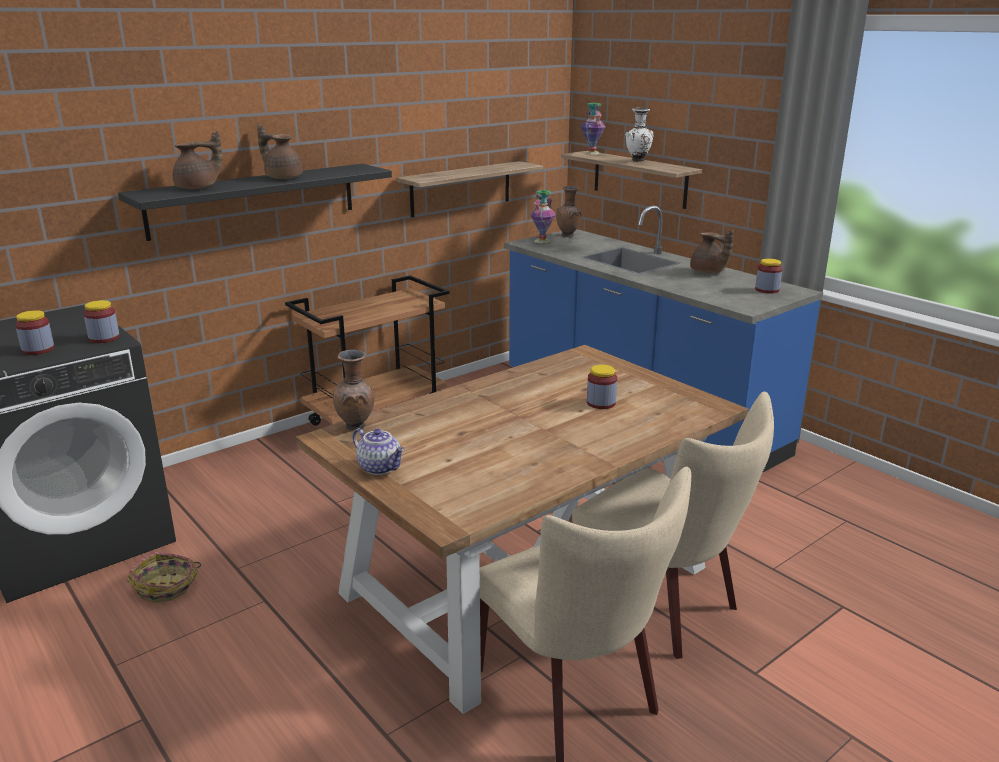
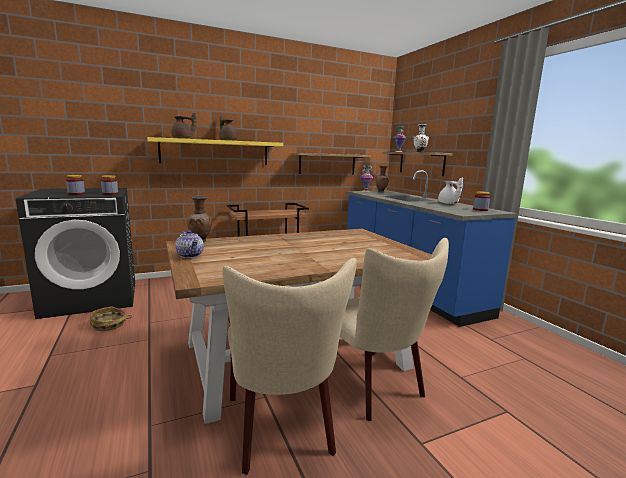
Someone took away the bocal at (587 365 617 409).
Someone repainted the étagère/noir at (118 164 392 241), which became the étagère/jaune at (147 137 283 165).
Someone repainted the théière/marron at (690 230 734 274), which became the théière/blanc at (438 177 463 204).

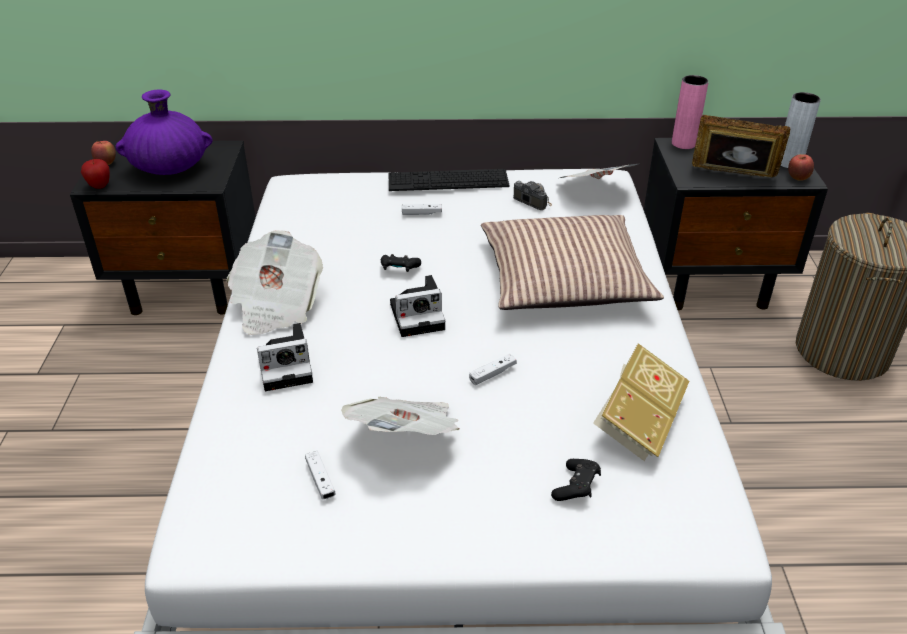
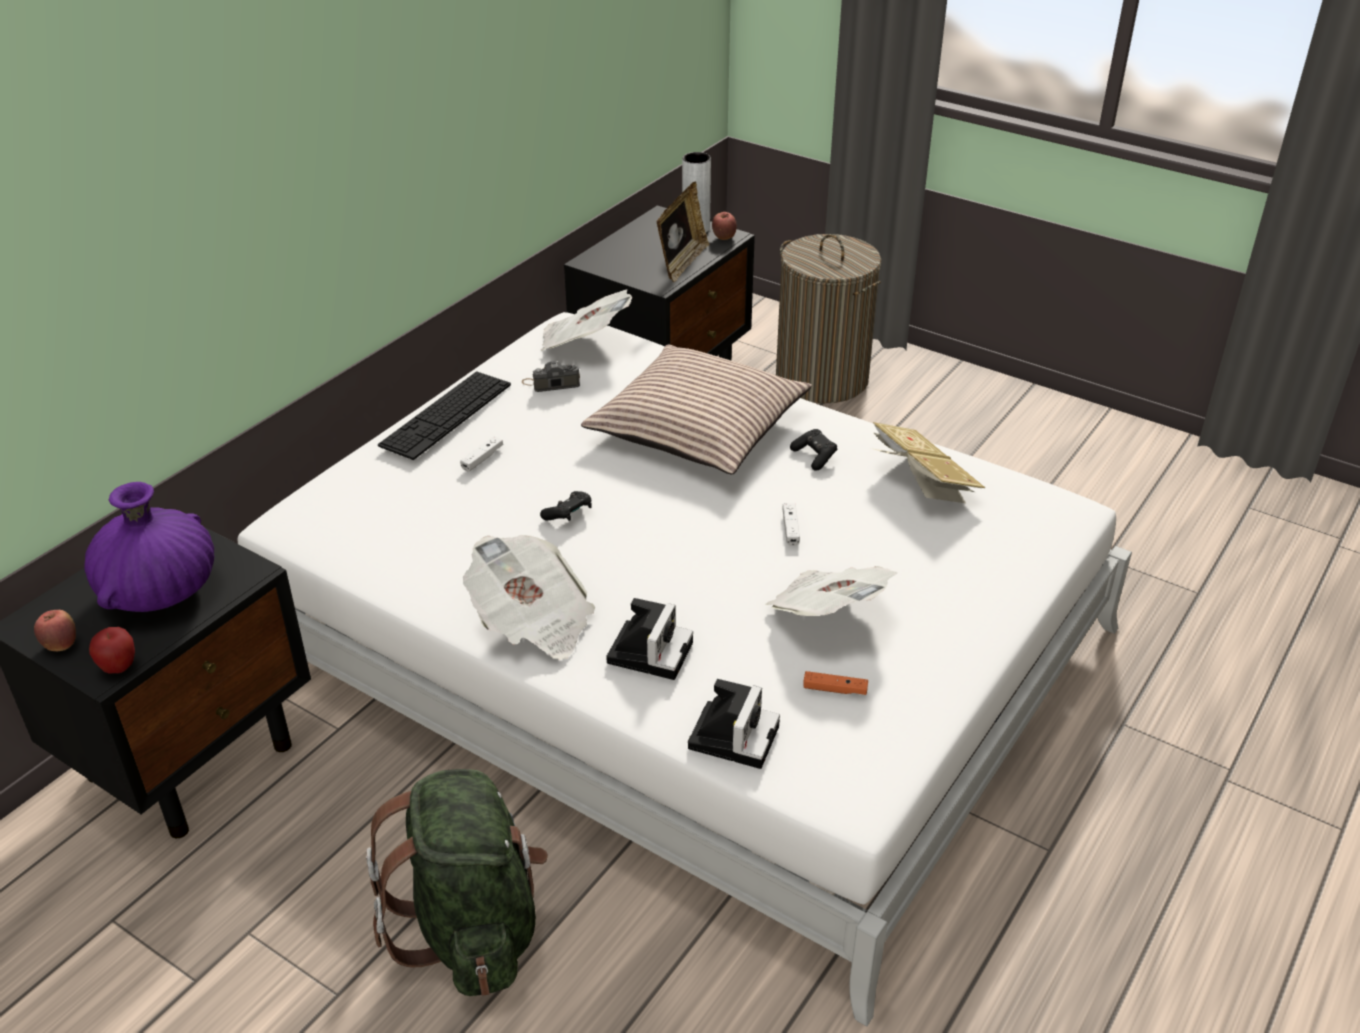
Someone took away the vase/rose at (672 75 709 149).
Someone put down the sac à dos/vert at (366 769 548 996).
Someone carried the appareil photo from (390 275 445 337) to (688 679 780 769).
Someone carried the manette/noir from (551 459 601 501) to (790 429 837 471).
Someone repainted the manette/blanc at (305 451 336 499), which became the manette/orange at (804 671 868 695).
Someone rotated the cadre photo at (692 115 790 178) by 150 degrees clockwise.

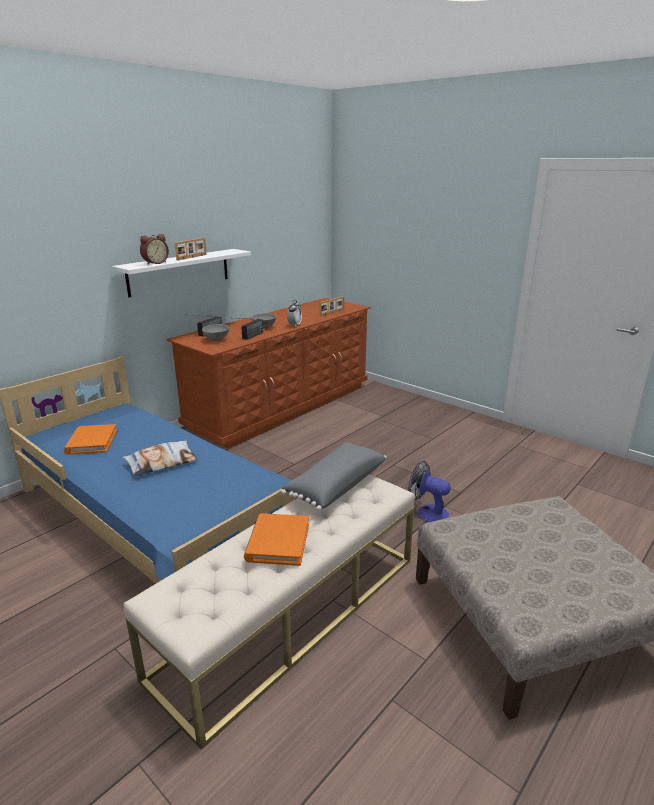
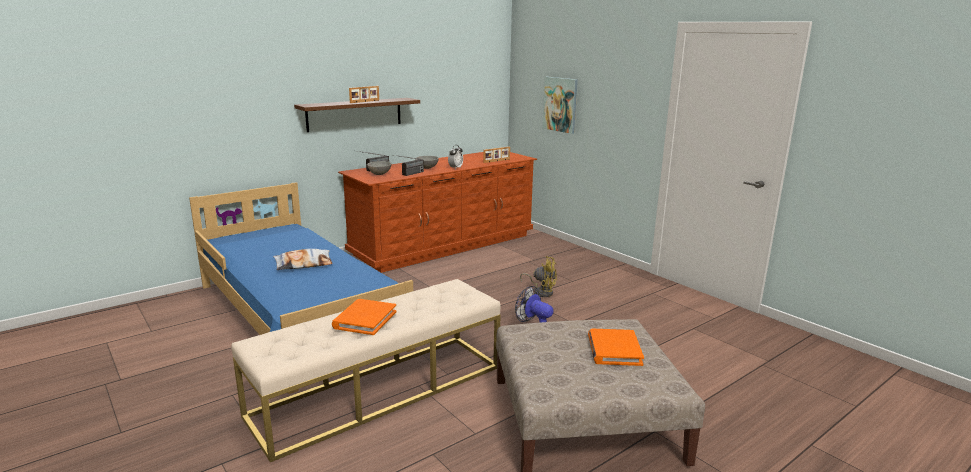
Someone took away the réveil at (140 234 169 265).
Someone took away the coussin/gris at (281 442 387 511).
Someone put down the ventilateur/jaune at (520 256 557 297).
Someone put up the tableau at (543 77 578 134).
Someone carried the livre/orange from (64 424 117 455) to (588 328 644 366).
Someone repainted the étagère/blanc at (112 249 251 297), which became the étagère/marron at (294 98 420 132).

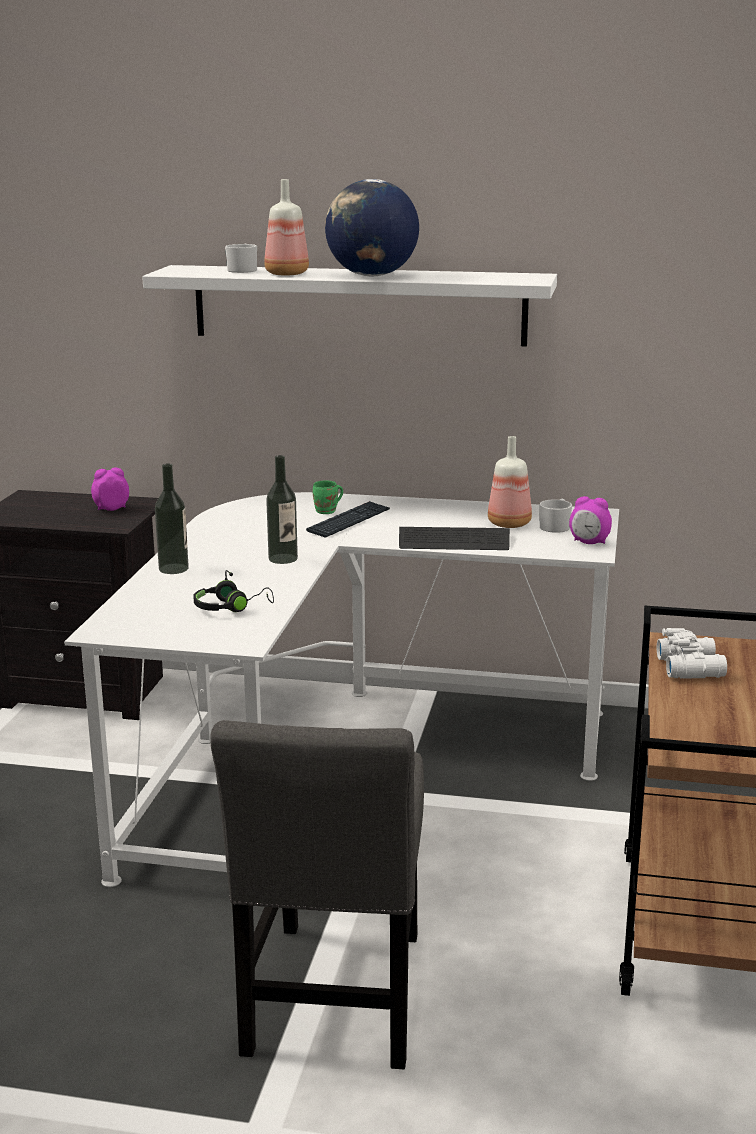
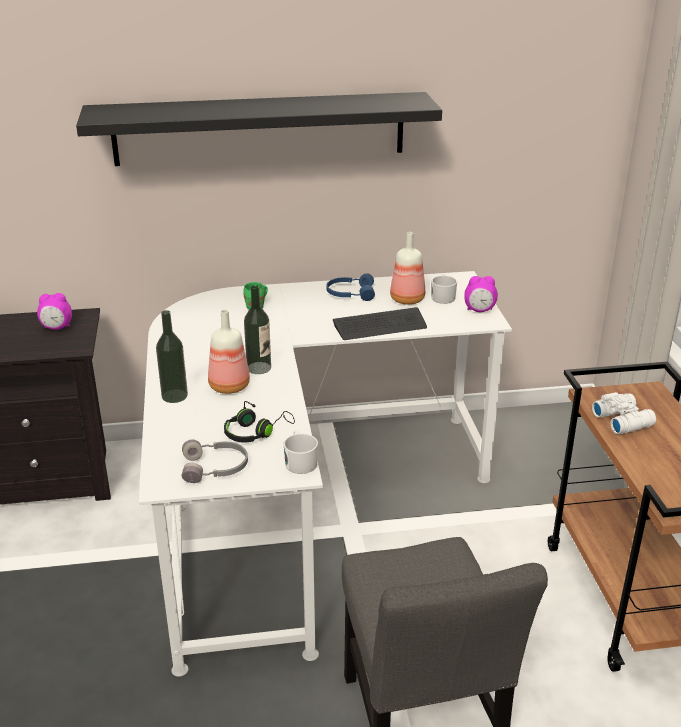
Someone took away the clavier at (306 501 390 538).
Someone took away the globe at (325 179 419 276).
Someone put down the casque audio/gris at (182 439 248 483).
Someone put down the casque audio/bleu at (326 273 375 301).
Someone carried the mug/blanc from (225 244 257 273) to (283 430 318 474).
Someone carried the bouteille from (264 179 309 276) to (208 310 250 394).
Someone repainted the étagère/blanc at (142 265 557 347), which became the étagère/noir at (76 92 442 166).
Someone rotated the réveil at (91 467 129 511) by 150 degrees counterclockwise.

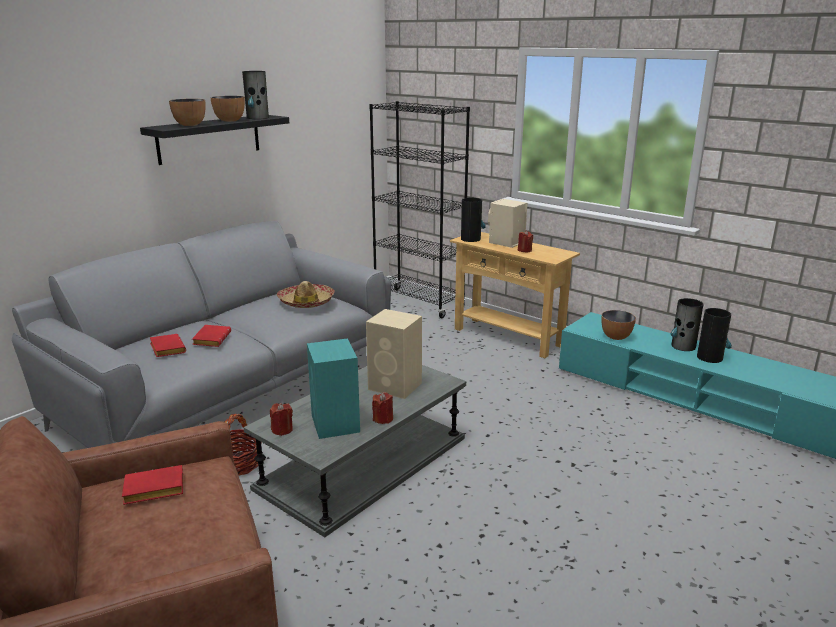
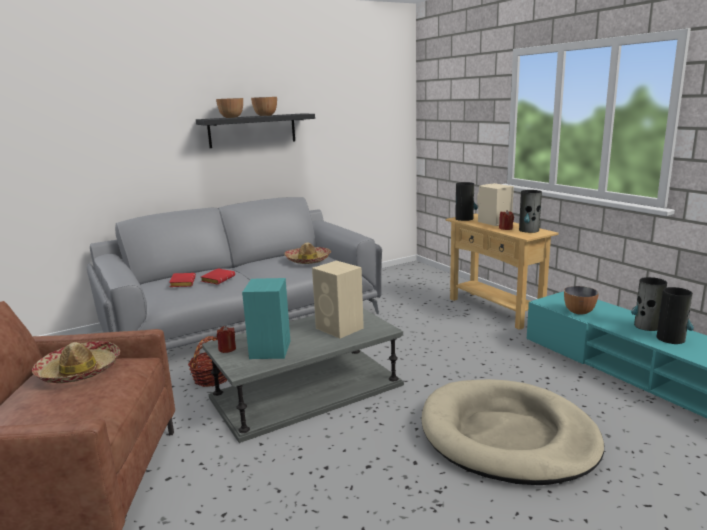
Someone took away the bibliothèque/noir at (369 101 470 318).
Someone took away the bougie/rouge at (372 392 393 424).
Someone put down the panier pour chien/beige at (422 379 604 485).
Someone carried the vase from (242 71 269 119) to (519 190 542 233).
Someone swapped the livre/rouge at (122 465 183 505) for the chapeau at (32 341 120 383).

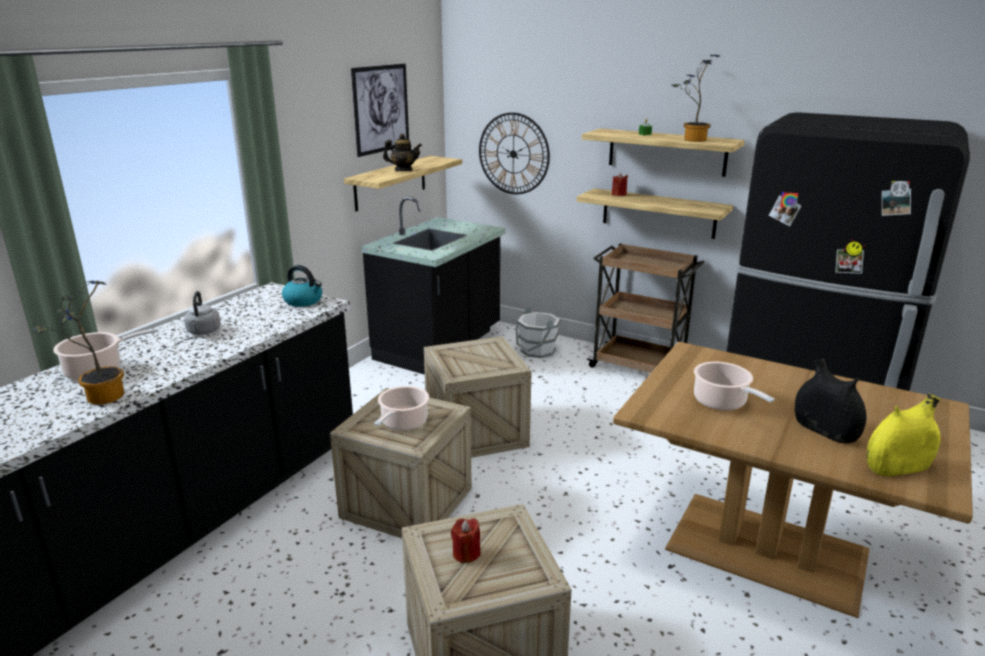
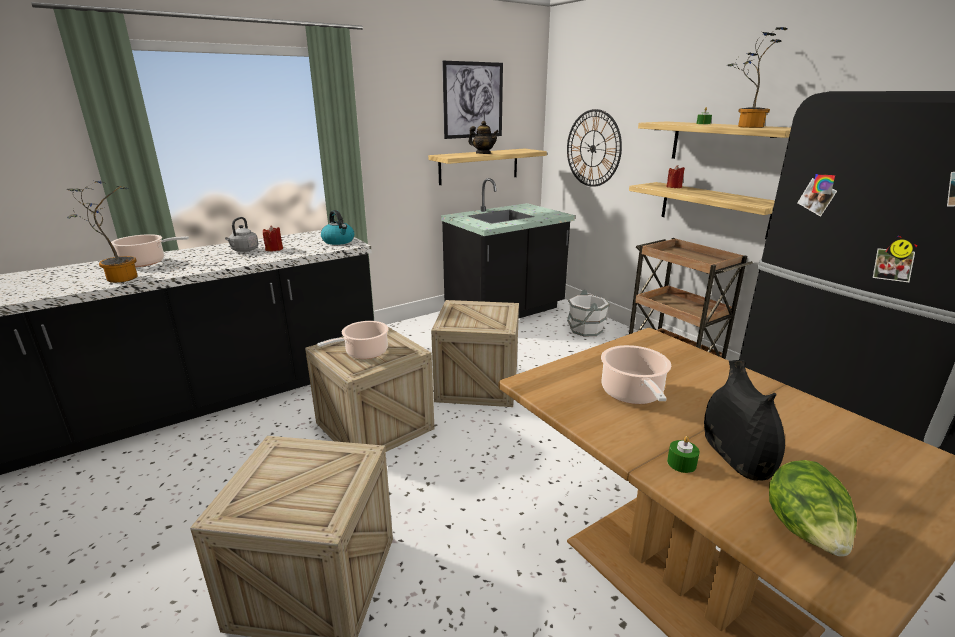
Someone put down the bougie/vert at (667 436 700 473).
Someone carried the bougie/rouge from (451 518 481 563) to (263 225 283 251).
Someone swapped the vase/jaune at (867 393 941 476) for the laitue at (769 460 857 557).

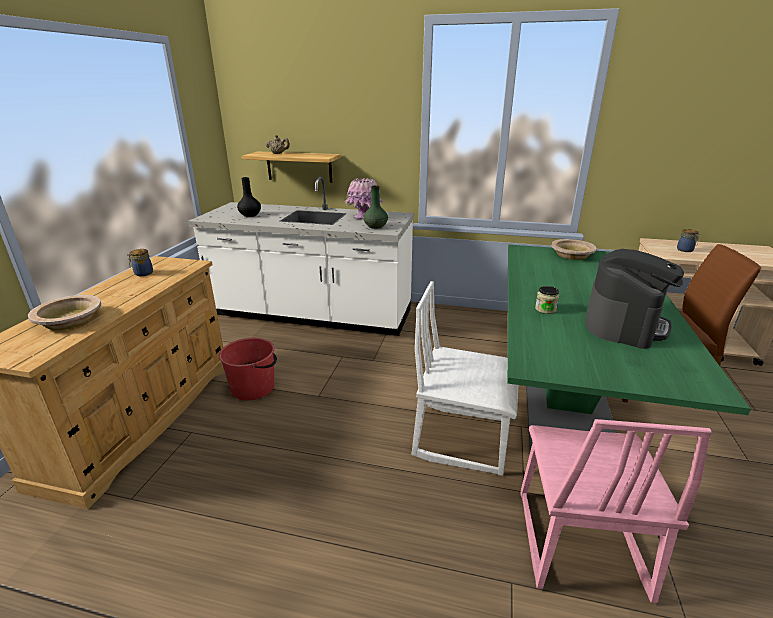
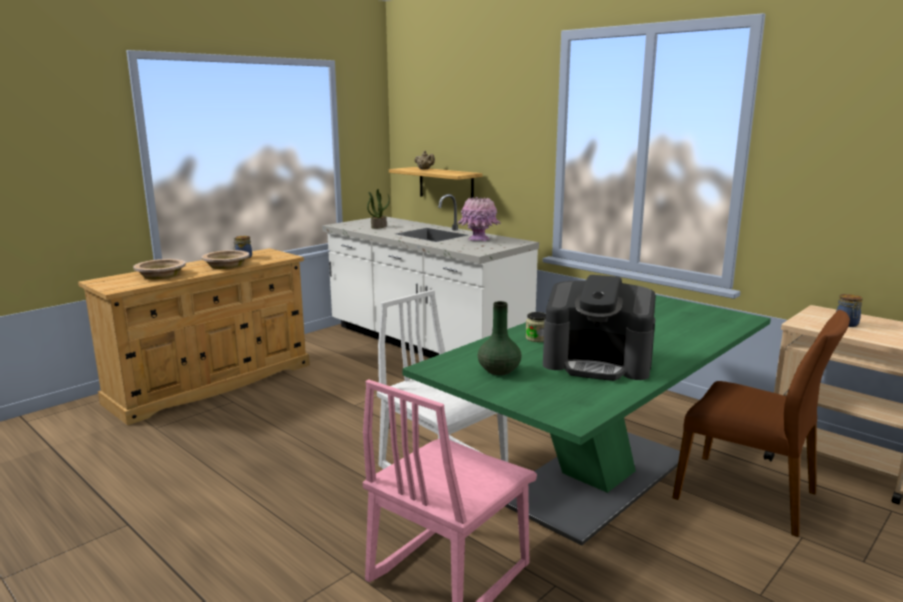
Someone took away the seau/rouge at (219 337 277 400).
Someone carried the vase/vert from (363 185 388 229) to (478 301 522 375).
Someone carried the bol/beige from (551 239 597 260) to (202 250 249 269).
Someone swapped the vase/noir at (237 177 261 217) for the plante en pot at (367 189 390 229).
Someone rotated the machine à café at (585 249 684 349) by 45 degrees clockwise.

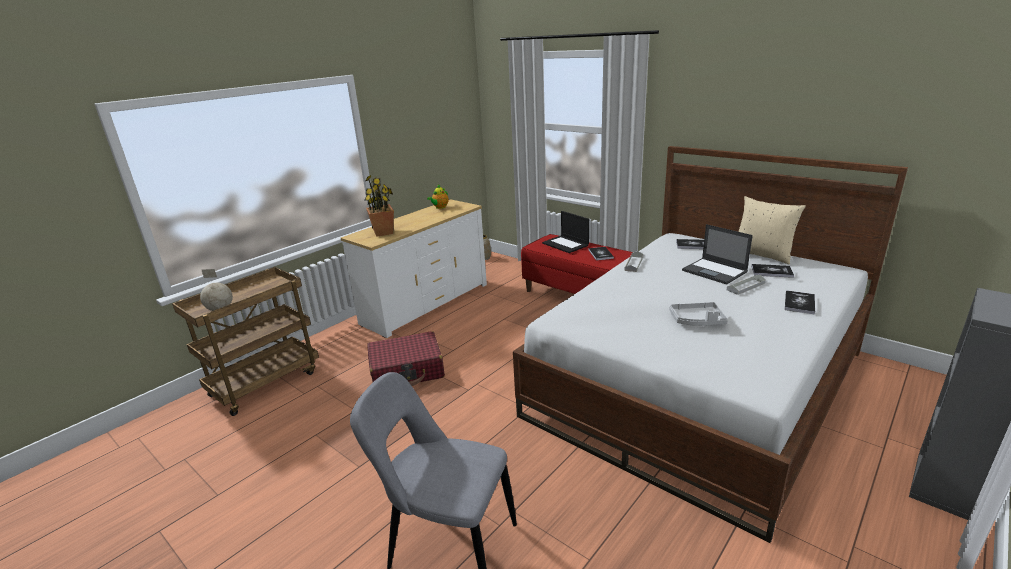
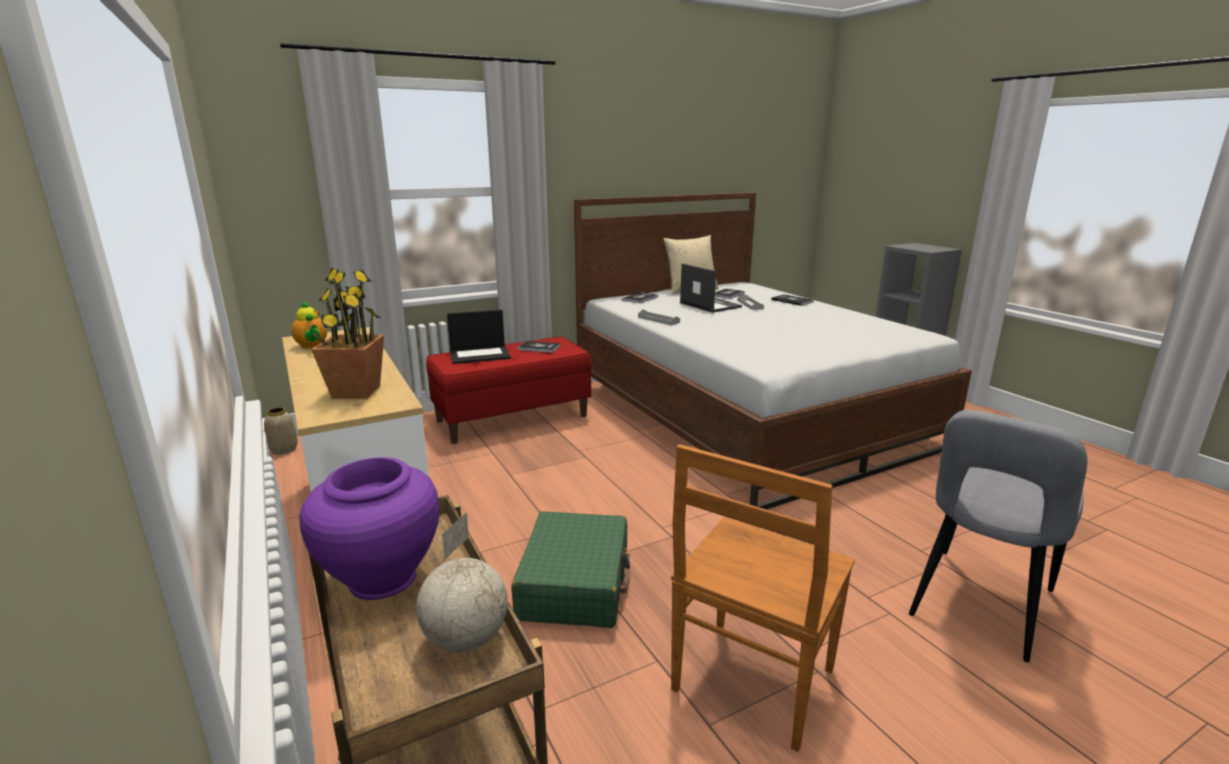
Someone took away the plateau/gris at (669 302 728 326).
Someone put down the vase/violet at (299 457 439 600).
Someone put down the chaise/marron at (671 444 855 752).
Someone repainted the valise/rouge at (367 331 445 386), which became the valise/vert at (512 511 630 628).
Someone rotated the ordinateur portable at (682 224 753 285) by 105 degrees counterclockwise.

